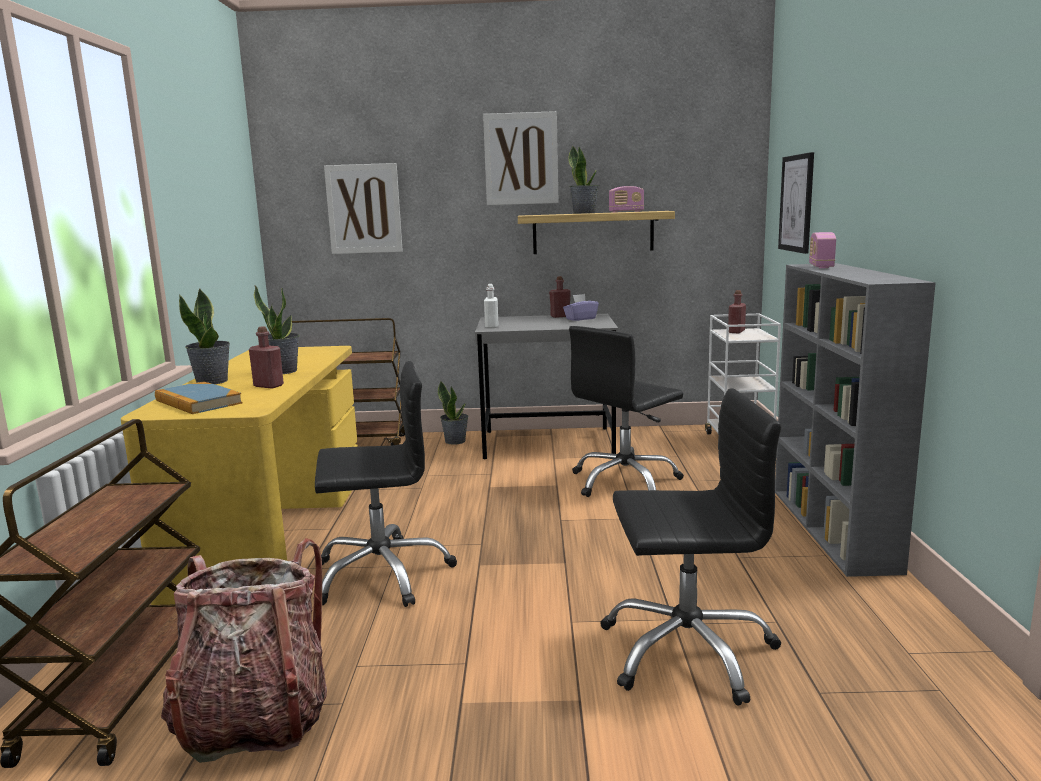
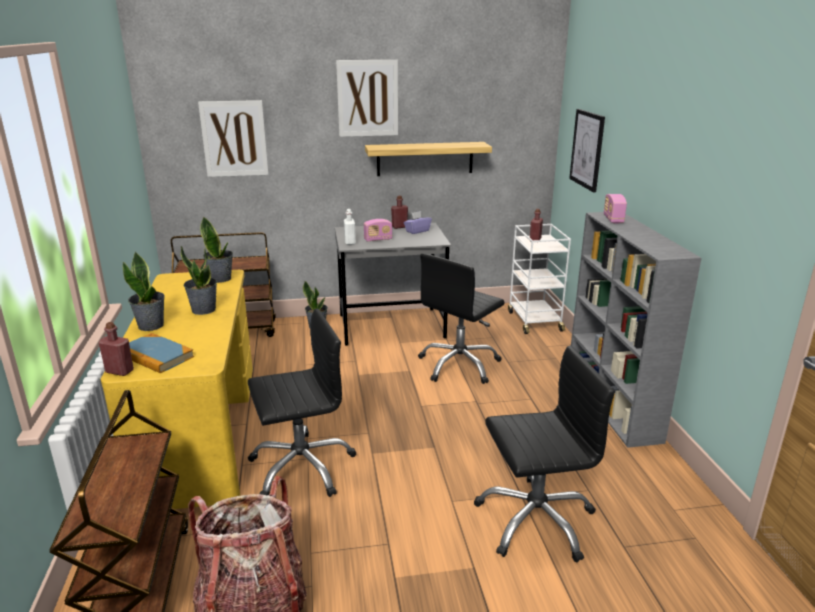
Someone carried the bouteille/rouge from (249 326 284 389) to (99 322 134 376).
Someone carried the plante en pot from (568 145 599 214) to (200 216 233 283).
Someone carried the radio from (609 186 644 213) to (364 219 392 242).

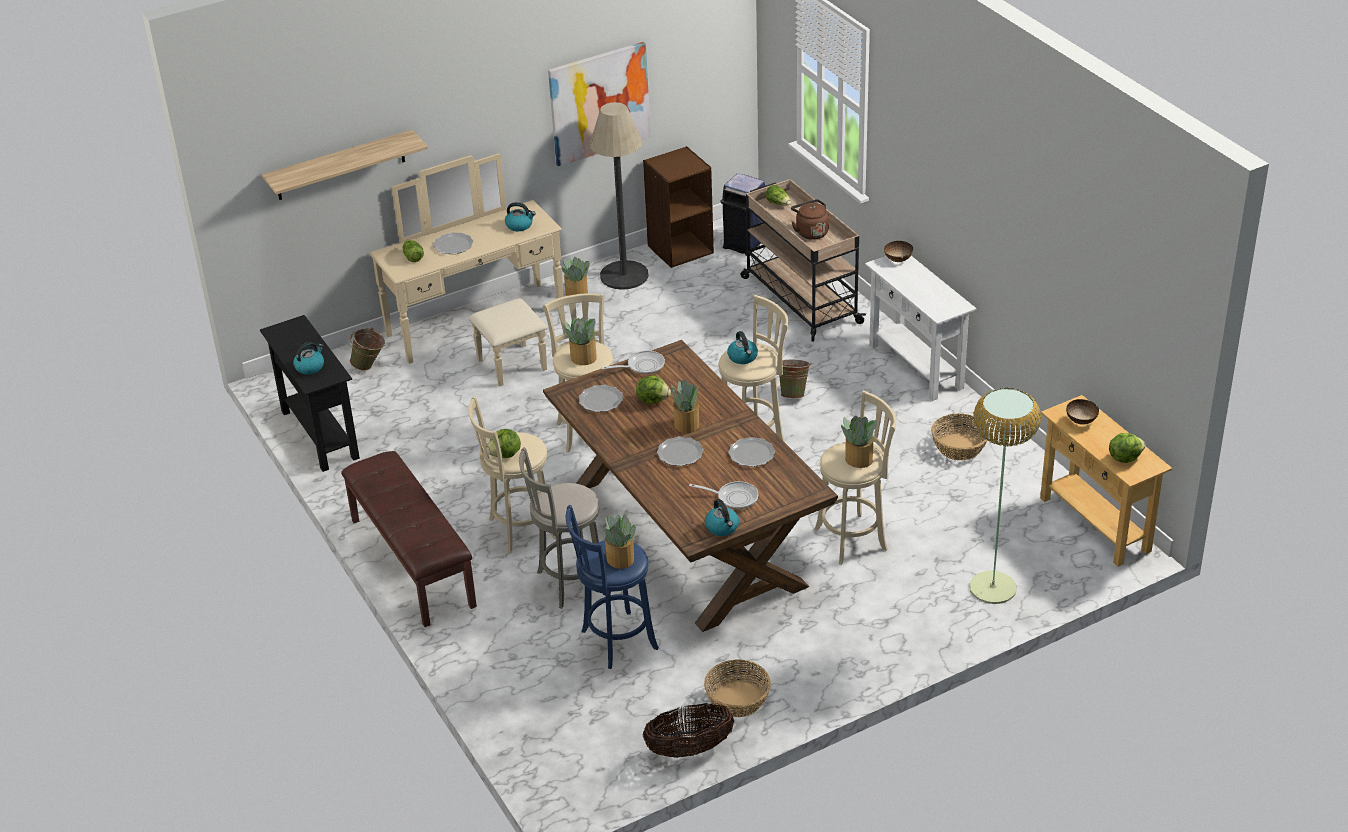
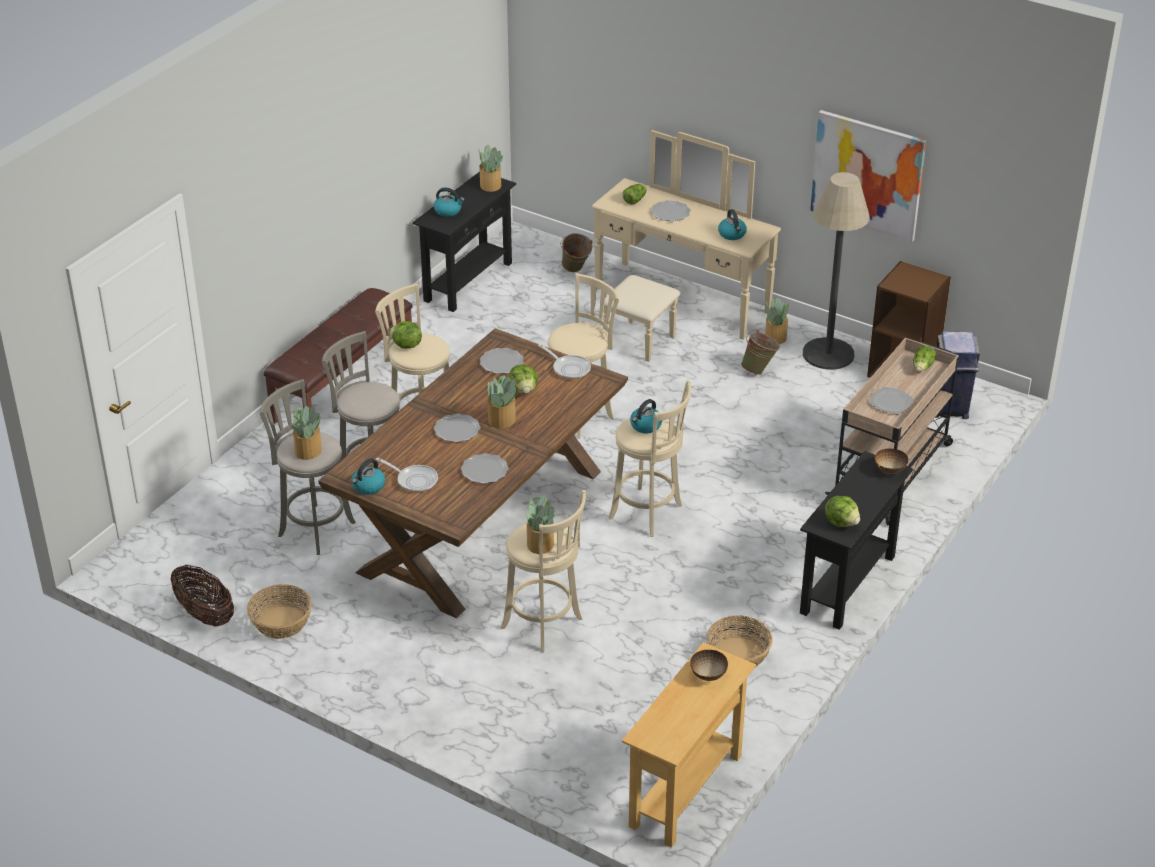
Someone took away the étagère at (262 130 428 200).
Someone took away the lampadaire at (970 387 1041 604).
Someone carried the plante en pot from (564 317 597 365) to (479 145 503 192).
Someone carried the seau/vert from (779 360 811 398) to (741 330 780 375).
Someone carried the laitue from (1109 433 1146 463) to (825 496 860 527).
Someone swapped the bouilloire/marron at (791 199 829 240) for the assiette at (869 387 914 414).
Someone repainted the tabouret/bleu at (566 505 659 669), which became the tabouret/gris at (260 379 356 555).
Someone repainted the table console/blanc at (865 256 977 401), which became the table console/noir at (800 451 913 630).
Someone rotated the poêle at (689 481 759 509) by 45 degrees counterclockwise.

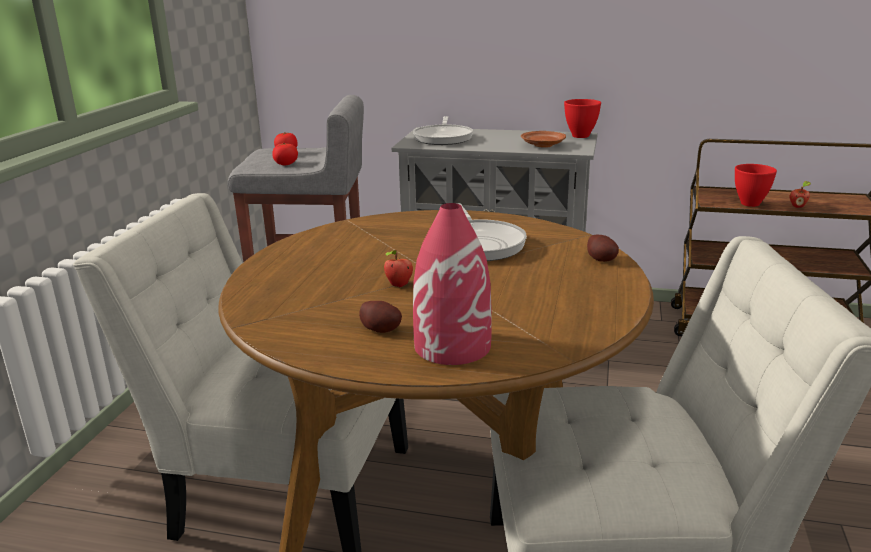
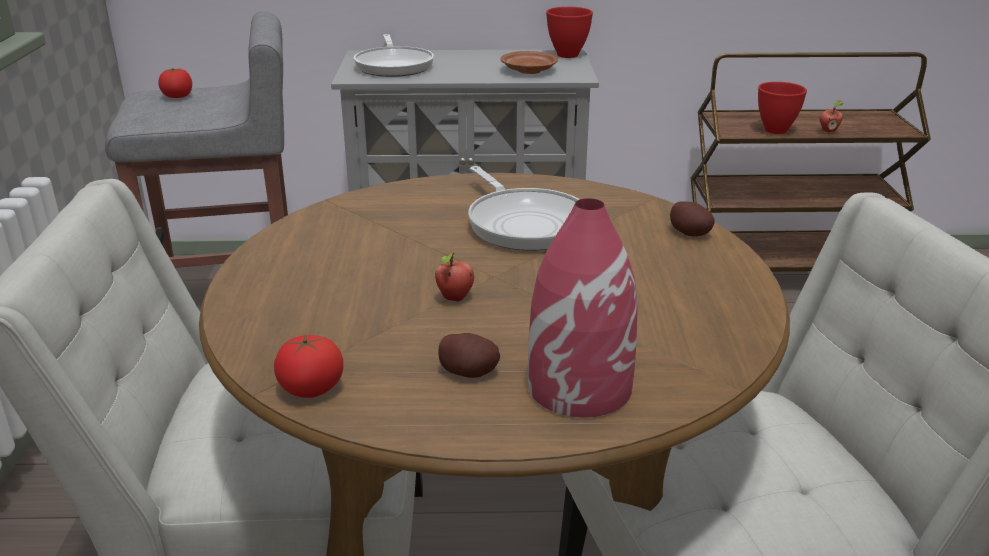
Someone carried the tomate from (272 143 298 165) to (274 334 343 398).

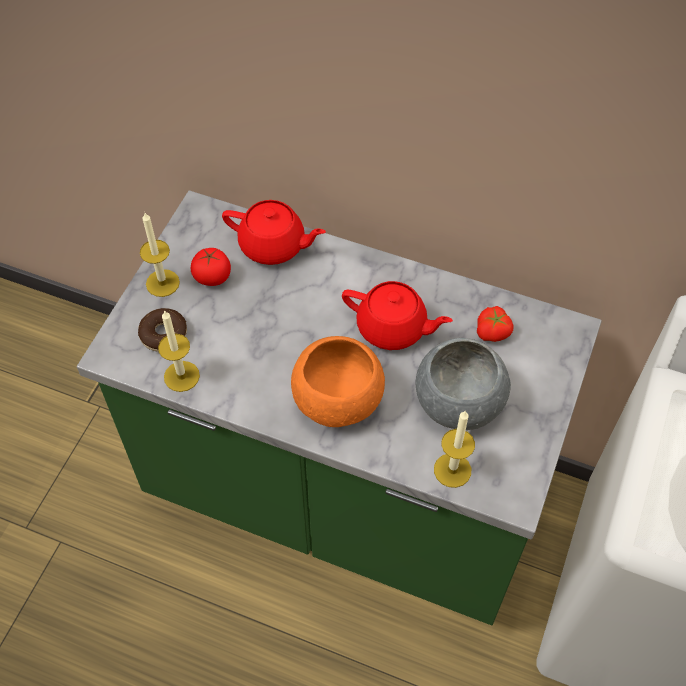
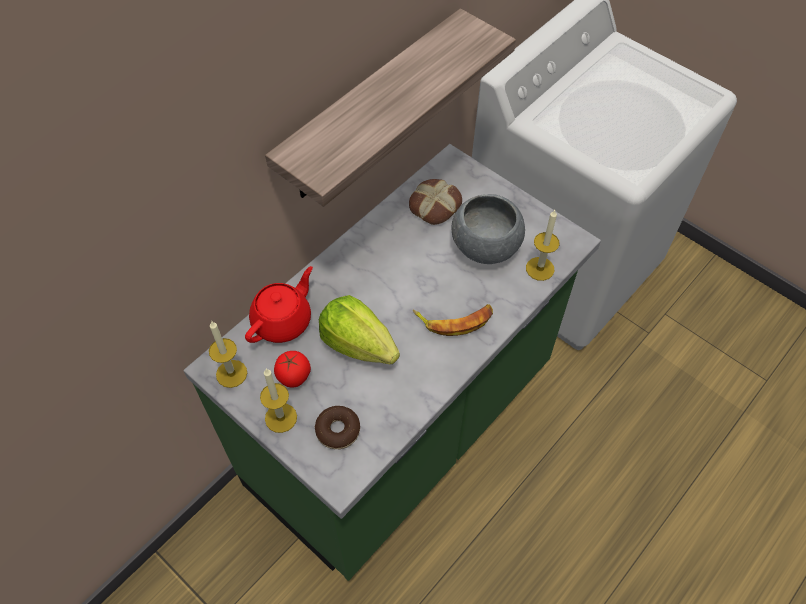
Someone took away the théière/rouge at (342 281 453 350).
Someone put up the étagère at (265 8 516 207).
Someone put down the laitue at (319 295 400 364).
Someone carried the bougie from (158 310 200 392) to (209 322 247 388).
Someone swapped the bol/orange at (291 336 385 427) for the banane at (413 304 493 336).
Someone swapped the tomate at (477 306 513 342) for the pain at (409 179 462 225).

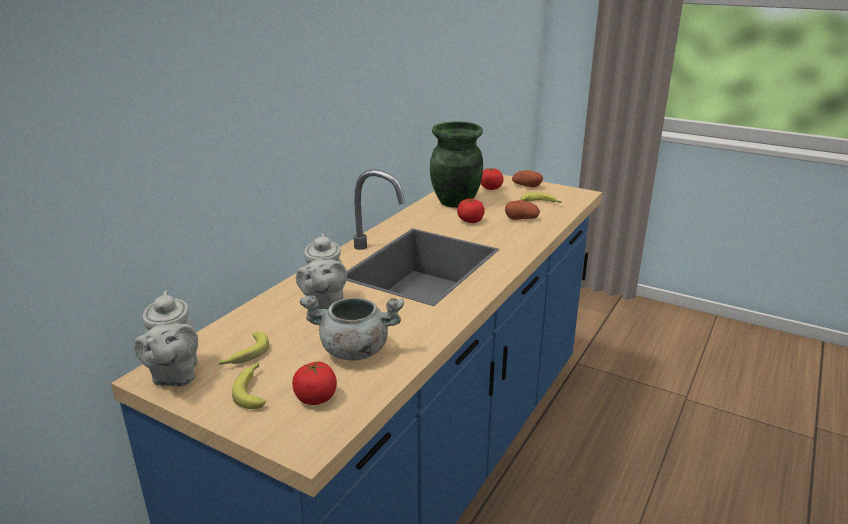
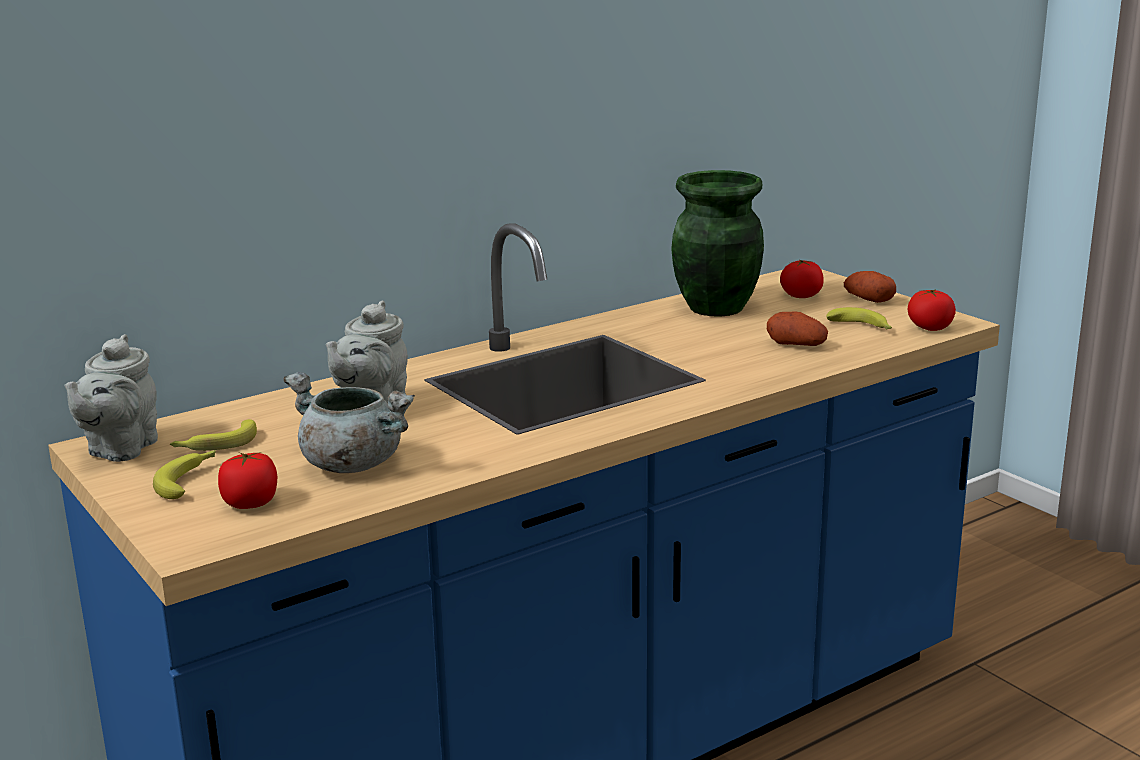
Someone carried the tomate from (457 199 485 223) to (908 289 956 331).

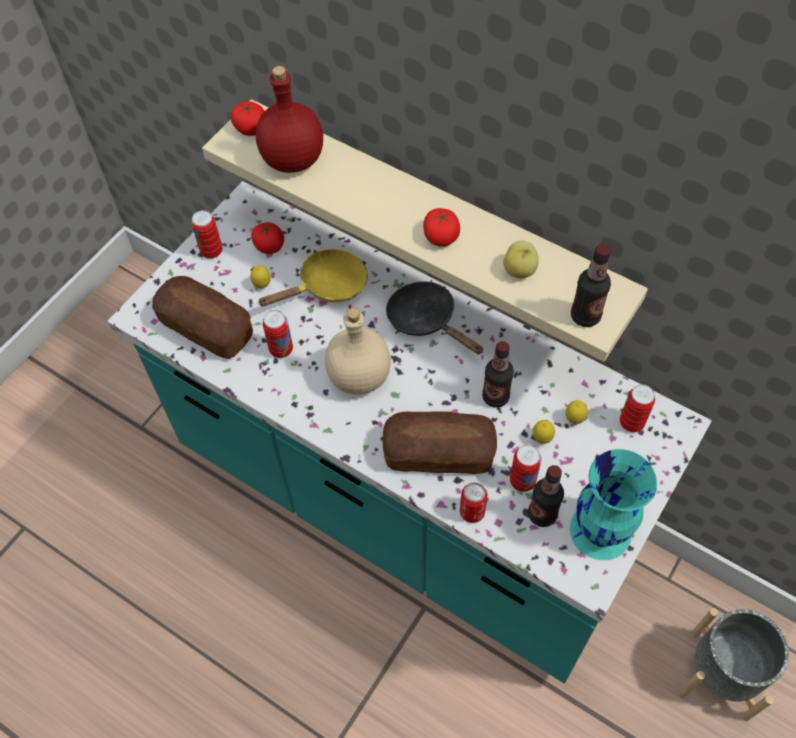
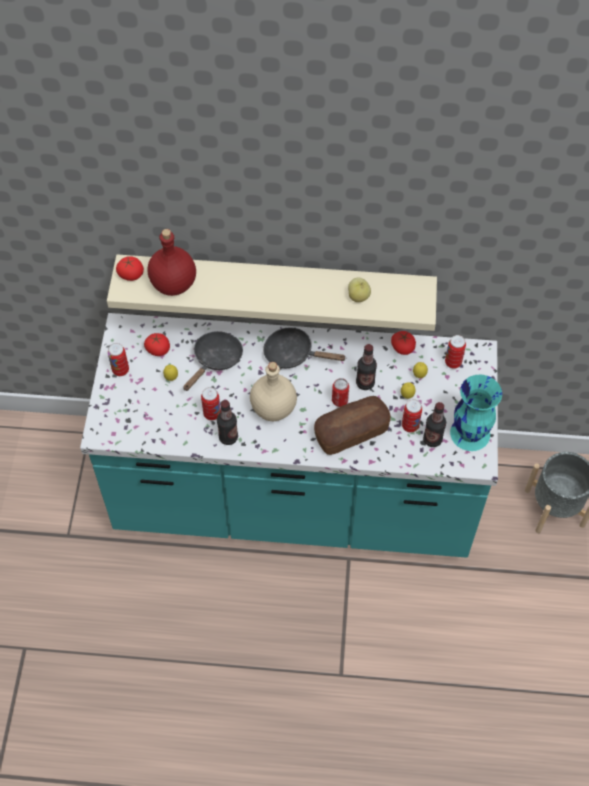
Someone took away the pain at (152 276 253 359).
Someone carried the tomate from (423 208 460 247) to (391 331 416 355).
Someone carried the boîte métallique from (460 482 488 523) to (332 378 349 407).
Someone carried the bouteille from (571 244 611 327) to (217 400 238 445).
Someone repainted the poêle/jaune at (257 249 368 307), which became the poêle/noir at (183 331 243 391).

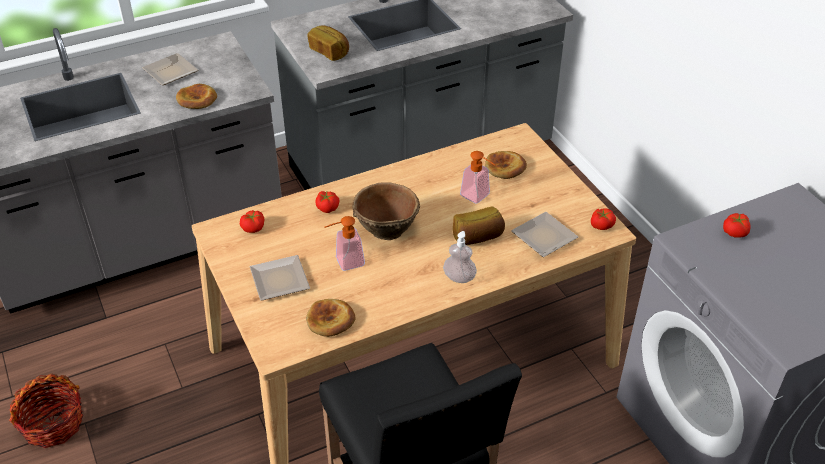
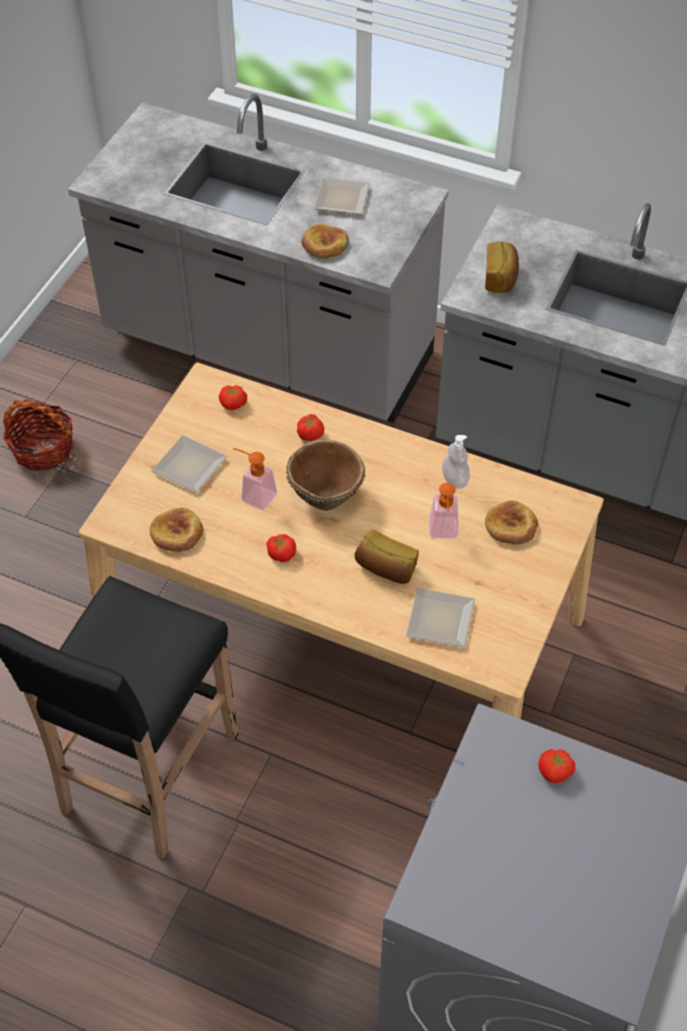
Someone carried the distributeur de savon from (443 231 477 283) to (442 435 470 489).
Someone carried the tomate from (591 208 616 230) to (266 534 296 562).

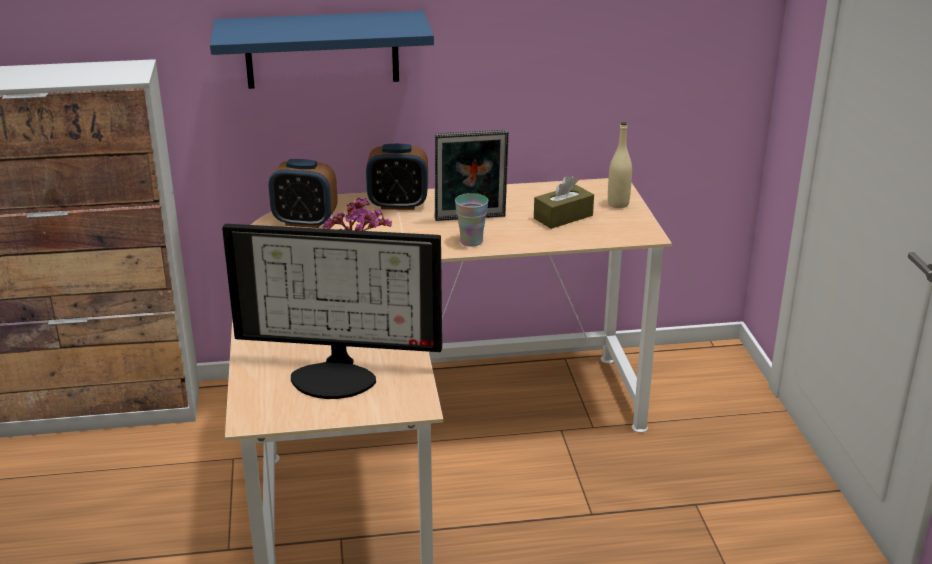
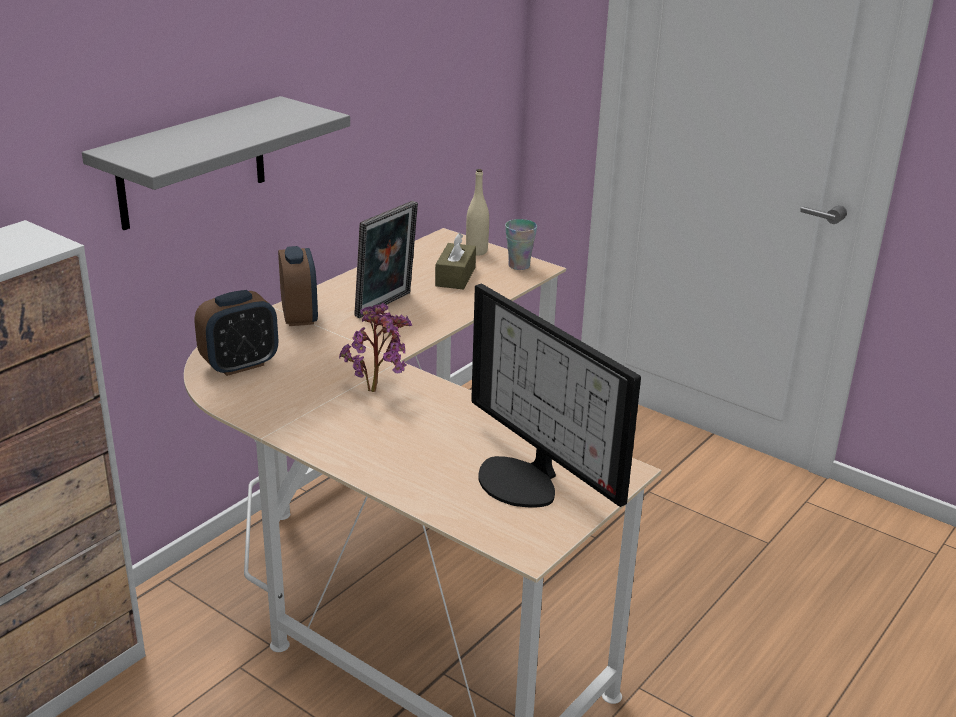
Someone carried the tasse from (455 193 488 247) to (505 219 537 270).
Someone repainted the étagère/bleu at (210 11 434 89), which became the étagère/gris at (82 96 350 230).
Someone rotated the écran d'ordinateur at (222 224 442 399) by 90 degrees clockwise.
Someone rotated the réveil at (366 144 428 210) by 60 degrees counterclockwise.

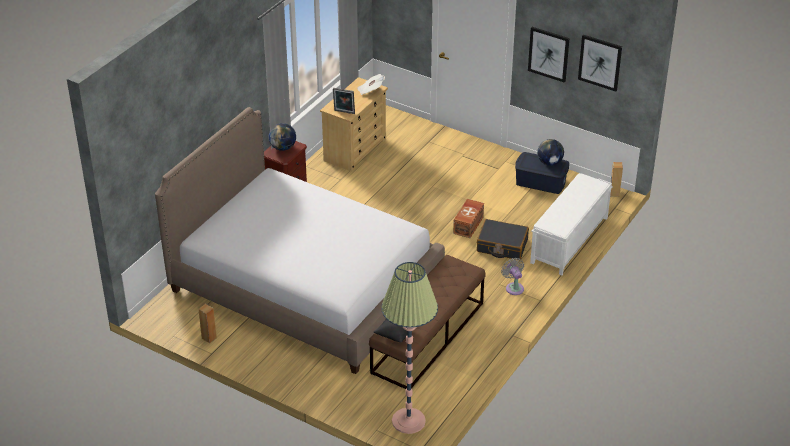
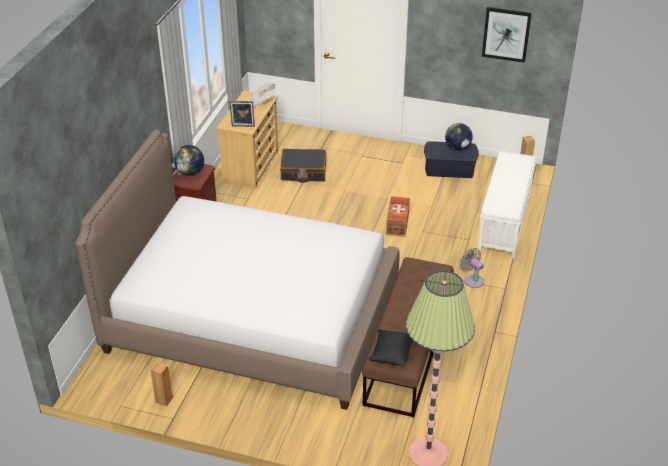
Someone took away the tableau at (528 27 570 83).
Someone carried the valise/noir from (477 219 529 260) to (280 149 326 183).

